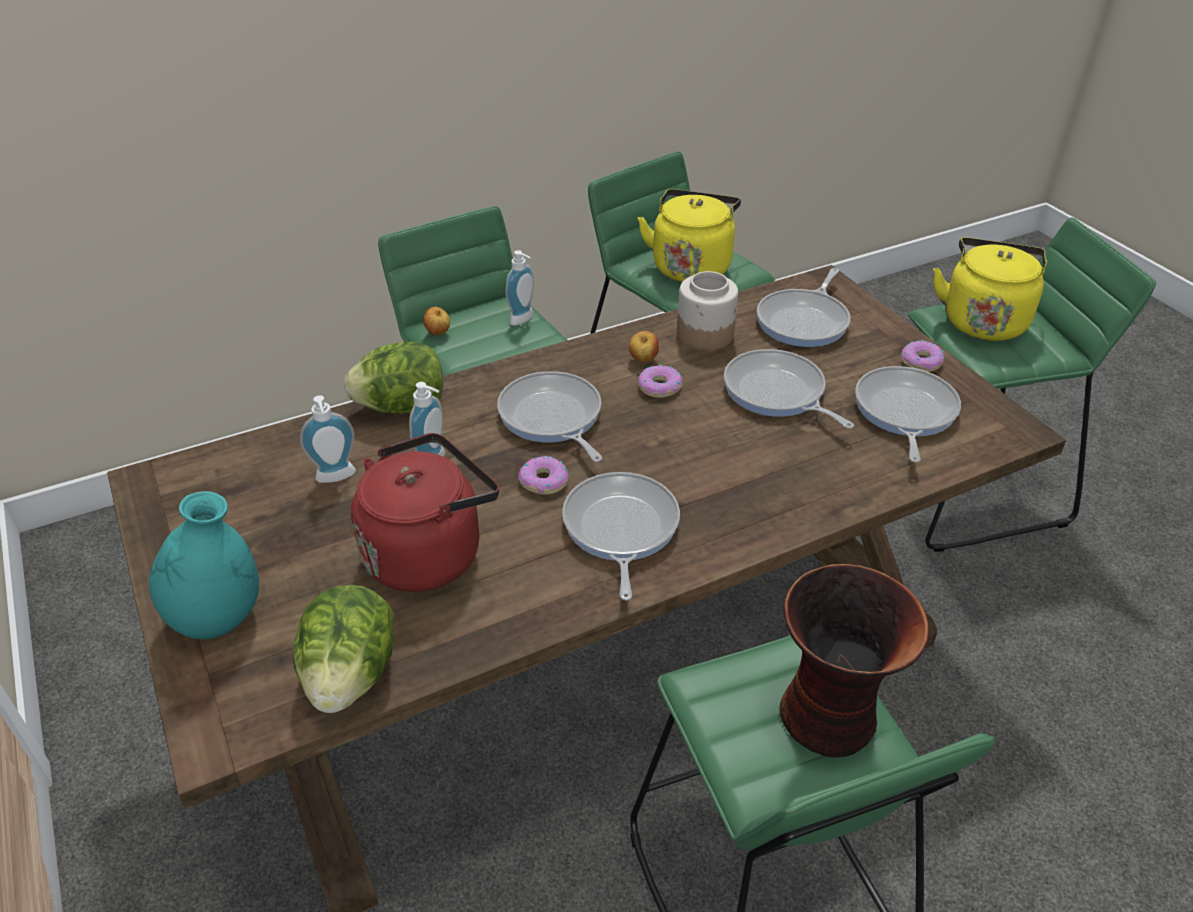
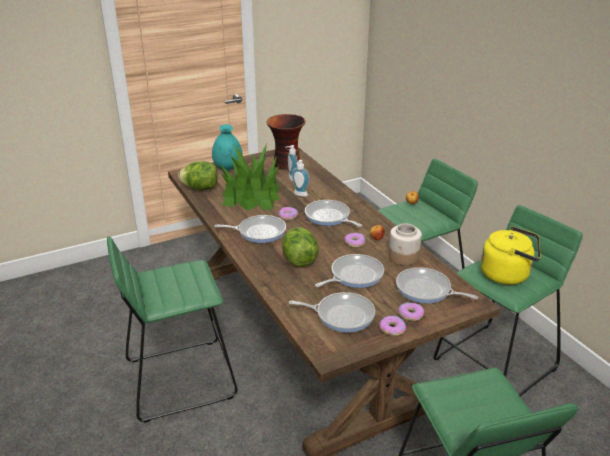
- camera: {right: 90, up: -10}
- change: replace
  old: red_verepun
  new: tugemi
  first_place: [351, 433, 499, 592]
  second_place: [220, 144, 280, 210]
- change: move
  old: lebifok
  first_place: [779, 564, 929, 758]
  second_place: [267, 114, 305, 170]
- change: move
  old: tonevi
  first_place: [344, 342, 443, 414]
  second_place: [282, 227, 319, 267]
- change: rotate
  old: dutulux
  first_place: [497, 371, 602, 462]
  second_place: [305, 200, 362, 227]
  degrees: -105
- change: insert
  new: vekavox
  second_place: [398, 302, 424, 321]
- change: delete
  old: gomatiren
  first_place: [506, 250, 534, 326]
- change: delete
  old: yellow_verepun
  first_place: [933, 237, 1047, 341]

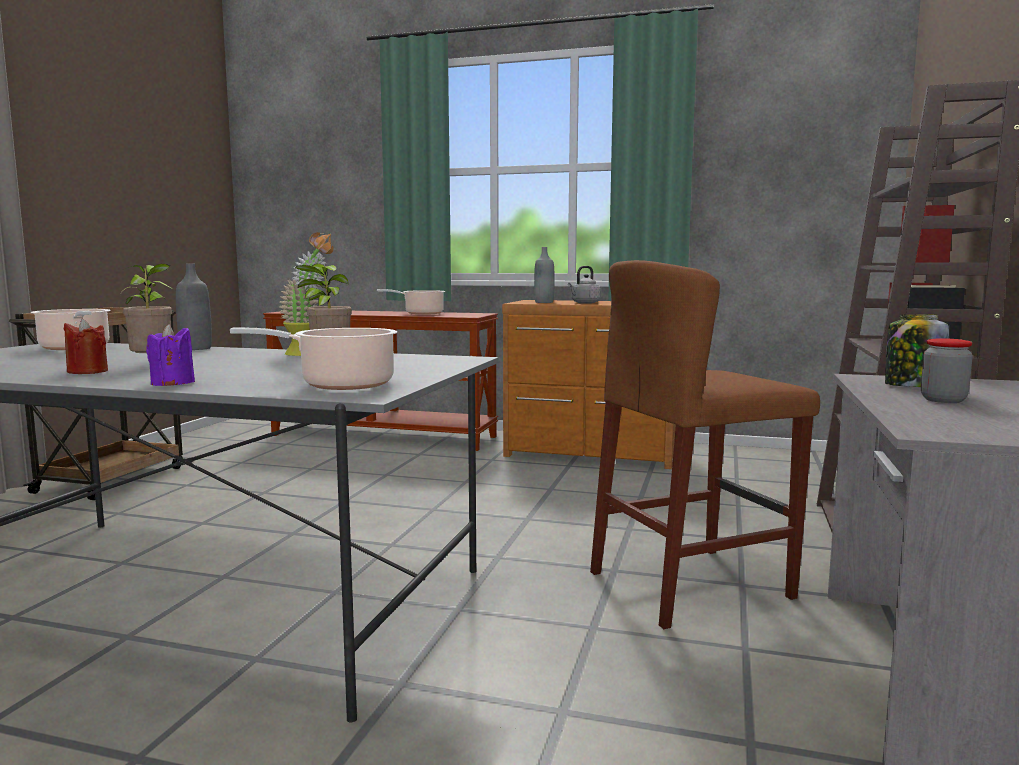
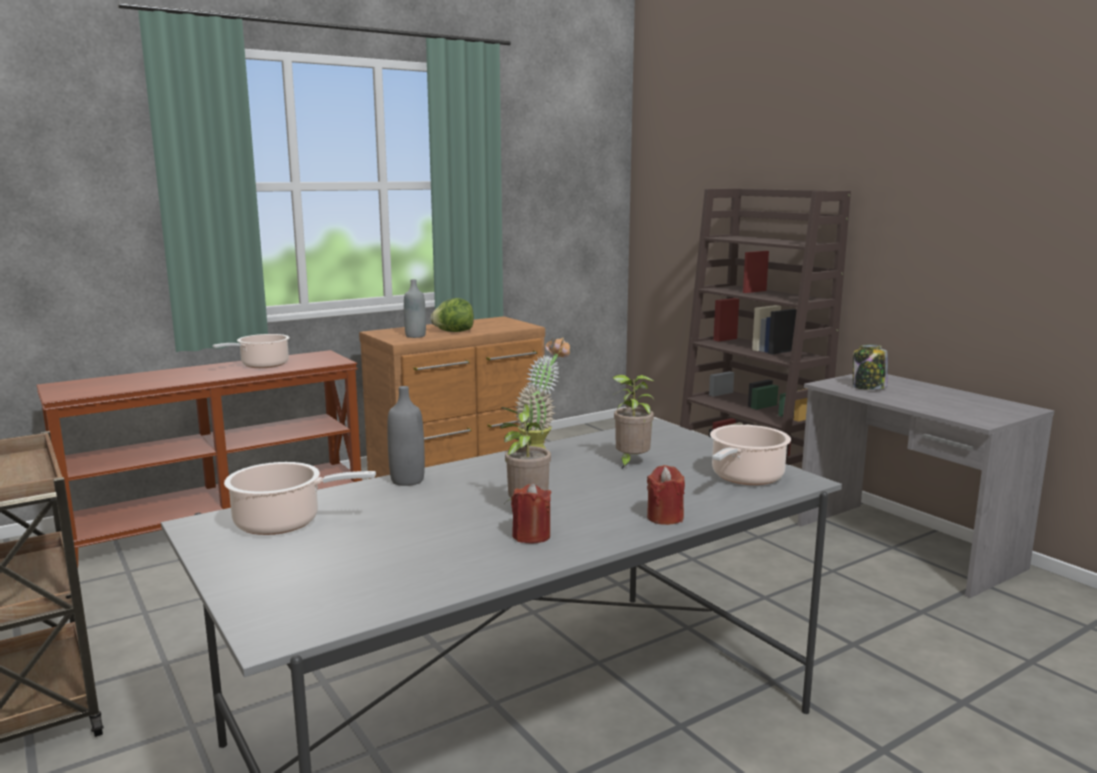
- camera: {right: -50, up: 5}
- change: replace
  old: grey_verepun
  new: tonevi
  first_place: [568, 266, 601, 304]
  second_place: [430, 298, 474, 332]
- change: recolor
  old: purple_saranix
  new: red_saranix
  first_place: [146, 324, 195, 386]
  second_place: [647, 465, 685, 525]
- change: delete
  old: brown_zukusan
  first_place: [590, 260, 820, 629]
- change: delete
  old: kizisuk
  first_place: [921, 338, 973, 403]

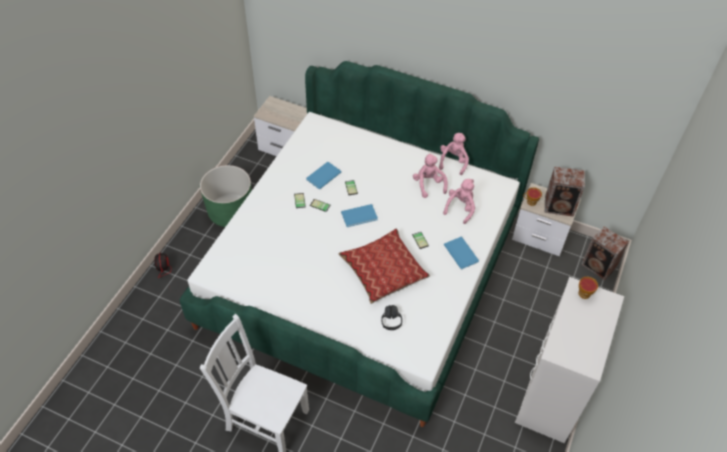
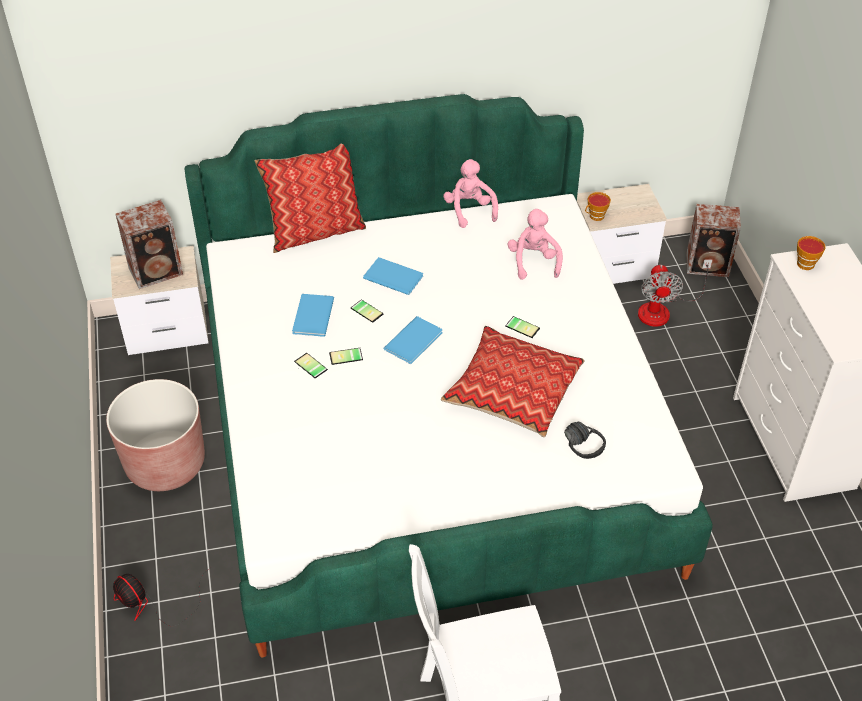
- camera: {right: -35, up: -5}
- change: recolor
  old: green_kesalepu
  new: brown_kesalepu
  first_place: [200, 165, 252, 227]
  second_place: [106, 379, 205, 491]
- change: move
  old: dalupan
  first_place: [545, 167, 585, 217]
  second_place: [115, 200, 183, 289]
- change: insert
  new: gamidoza
  second_place: [254, 143, 366, 253]
- change: move
  old: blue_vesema
  first_place: [444, 237, 479, 269]
  second_place: [363, 257, 423, 295]
- change: insert
  new: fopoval
  second_place: [638, 259, 712, 327]
- change: delete
  old: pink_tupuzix
  first_place: [413, 153, 448, 198]

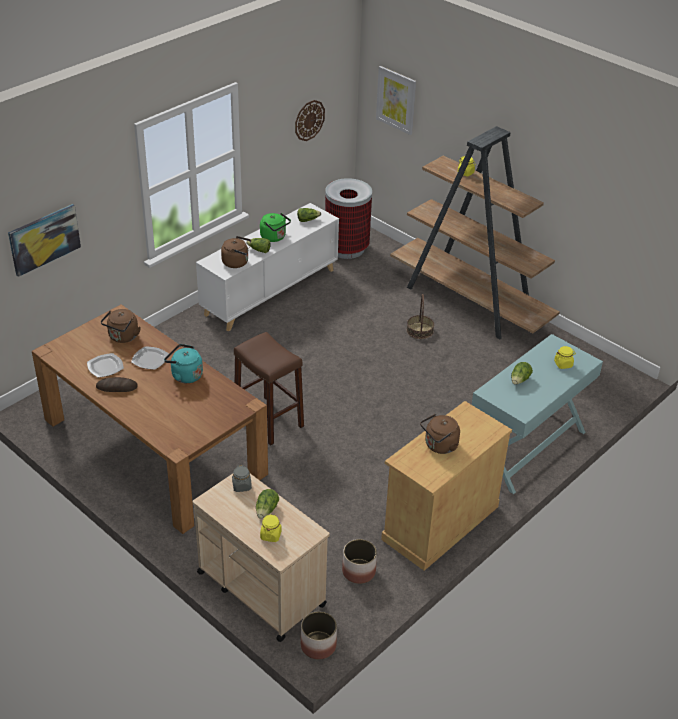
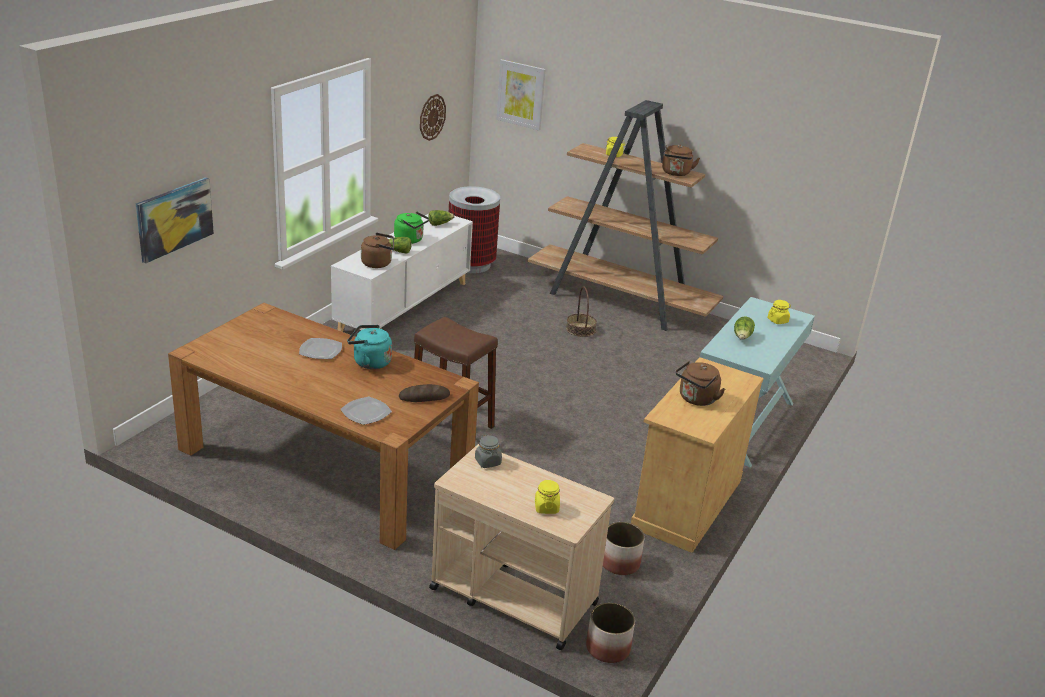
- camera: {right: -15, up: -10}
- change: move
  old: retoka
  first_place: [87, 353, 124, 378]
  second_place: [341, 397, 392, 425]
- change: move
  old: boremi
  first_place: [96, 377, 138, 392]
  second_place: [399, 384, 450, 402]
- change: move
  old: brown_verepun
  first_place: [101, 309, 141, 343]
  second_place: [662, 145, 700, 176]
- change: delete
  old: tonevi
  first_place: [256, 489, 279, 519]

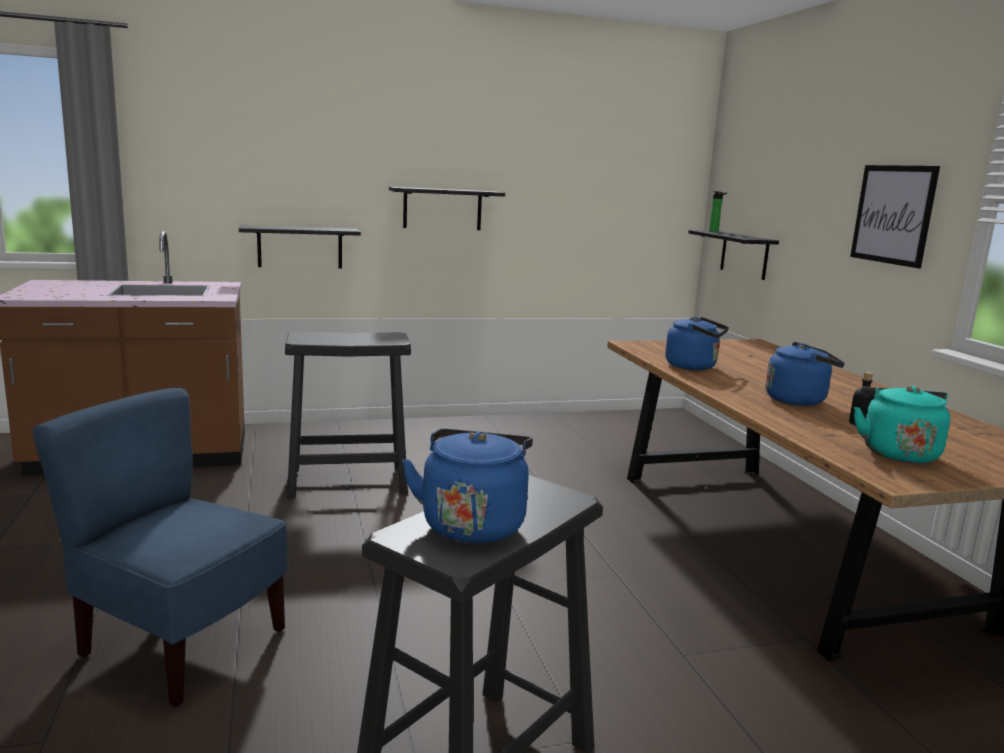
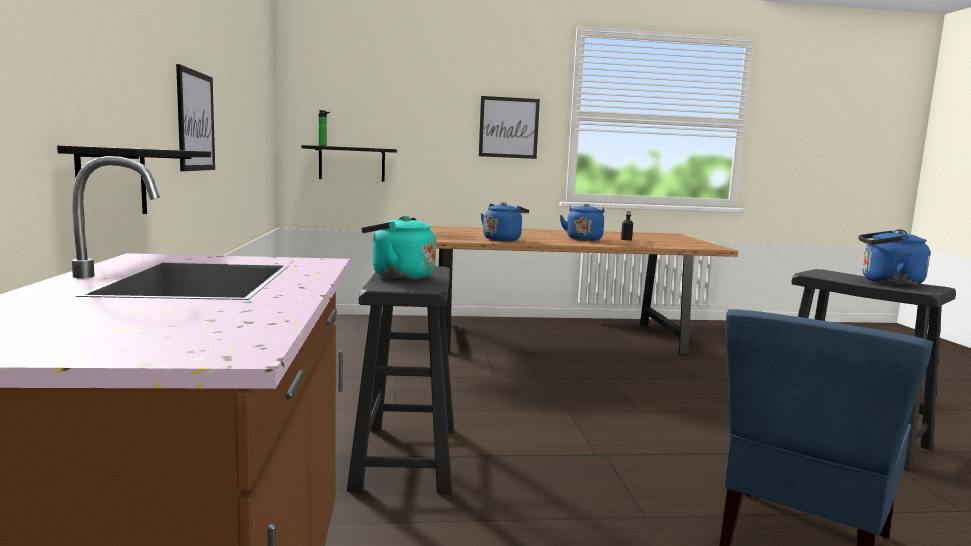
- camera: {right: -80, up: -5}
- change: replace
  old: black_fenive
  new: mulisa
  first_place: [389, 187, 505, 230]
  second_place: [176, 64, 215, 171]
- change: move
  old: turquoise_verepun
  first_place: [854, 386, 951, 463]
  second_place: [361, 216, 436, 280]

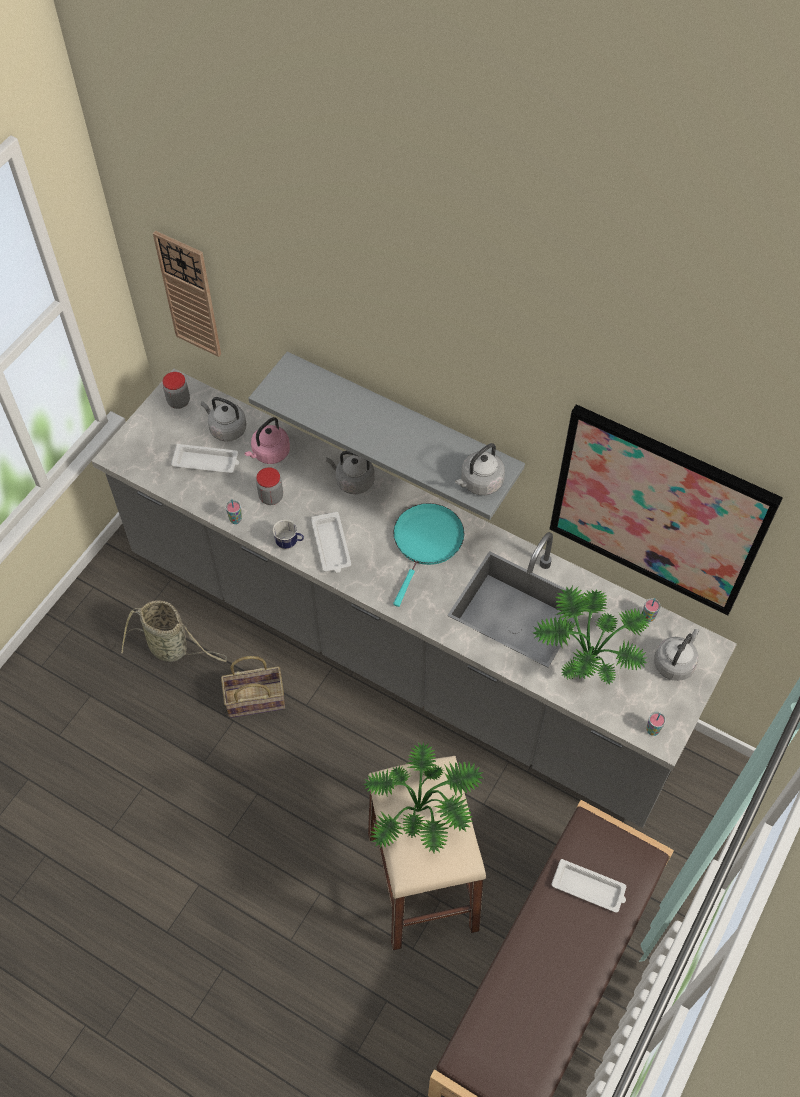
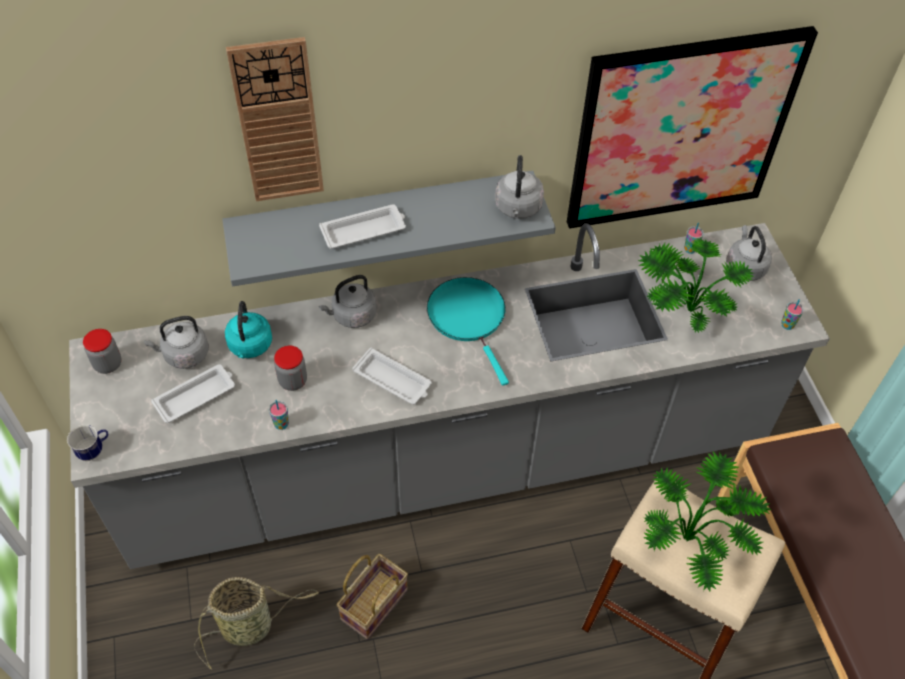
- camera: {right: -45, up: -5}
- change: move
  old: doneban
  first_place: [273, 519, 304, 550]
  second_place: [67, 424, 108, 461]
- change: recolor
  old: pink_verepun
  new: turquoise_verepun
  first_place: [244, 417, 290, 464]
  second_place: [225, 301, 272, 358]
- change: move
  old: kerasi
  first_place: [153, 231, 221, 357]
  second_place: [226, 37, 324, 201]
- change: move
  old: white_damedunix
  first_place: [551, 859, 626, 912]
  second_place: [319, 204, 406, 249]

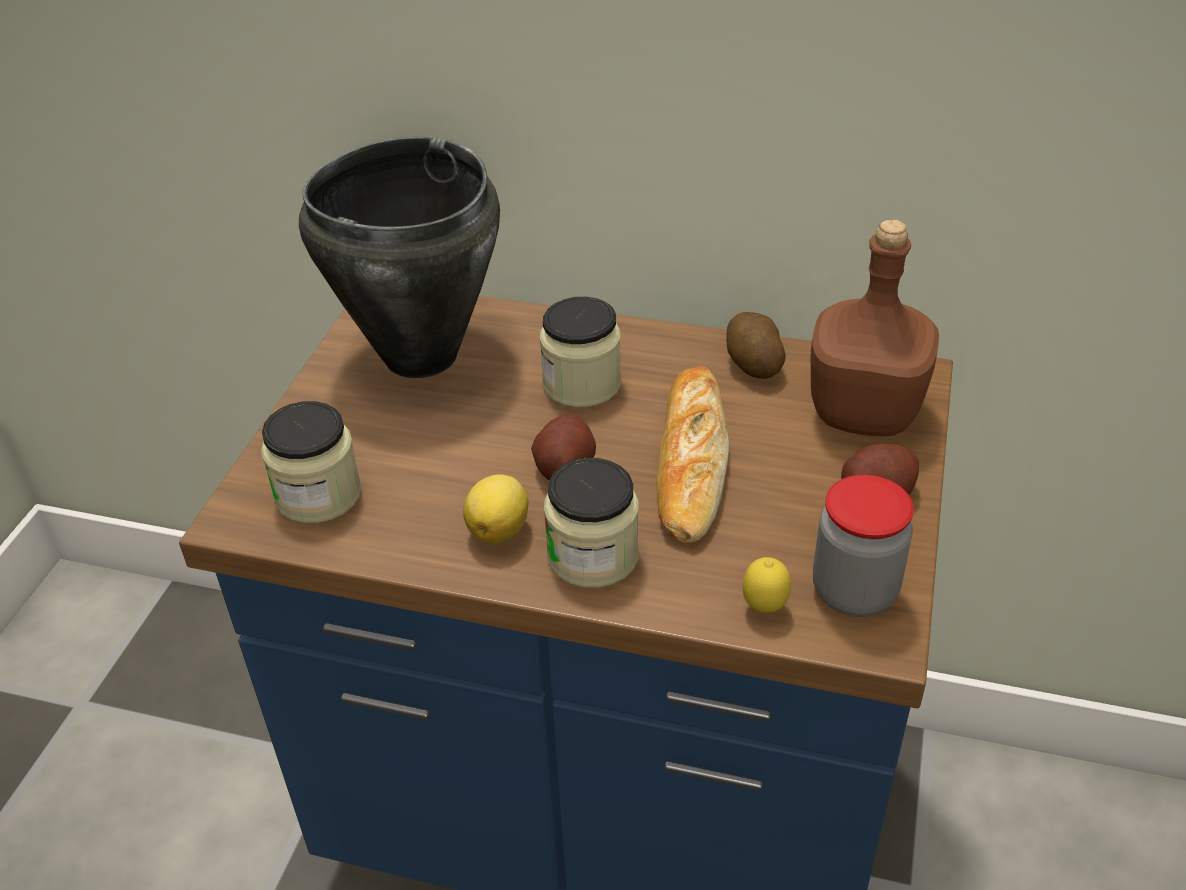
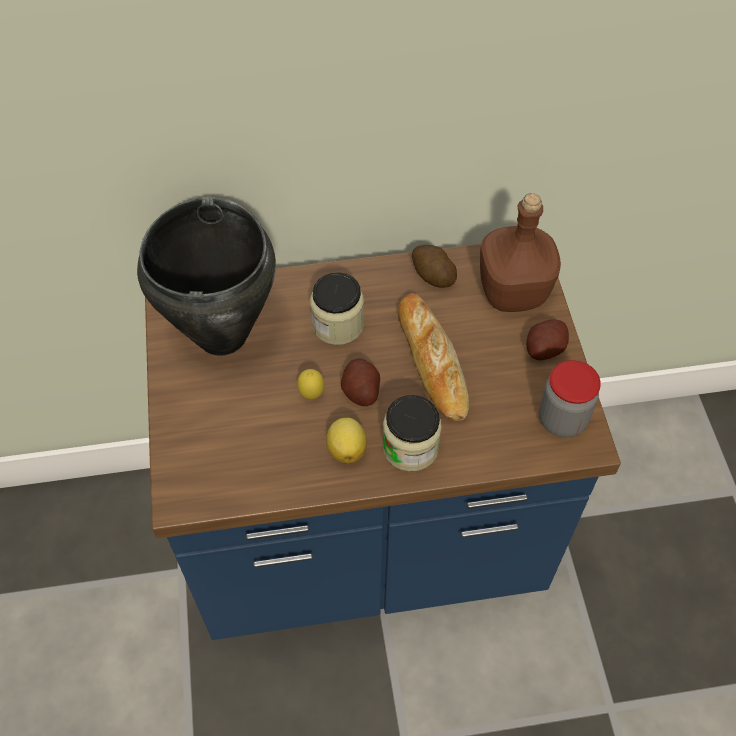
- camera: {right: -25, up: 15}
- change: move
  old: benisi
  first_place: [742, 557, 791, 613]
  second_place: [297, 369, 324, 399]
- change: delete
  old: kizisuk
  first_place: [261, 401, 362, 524]

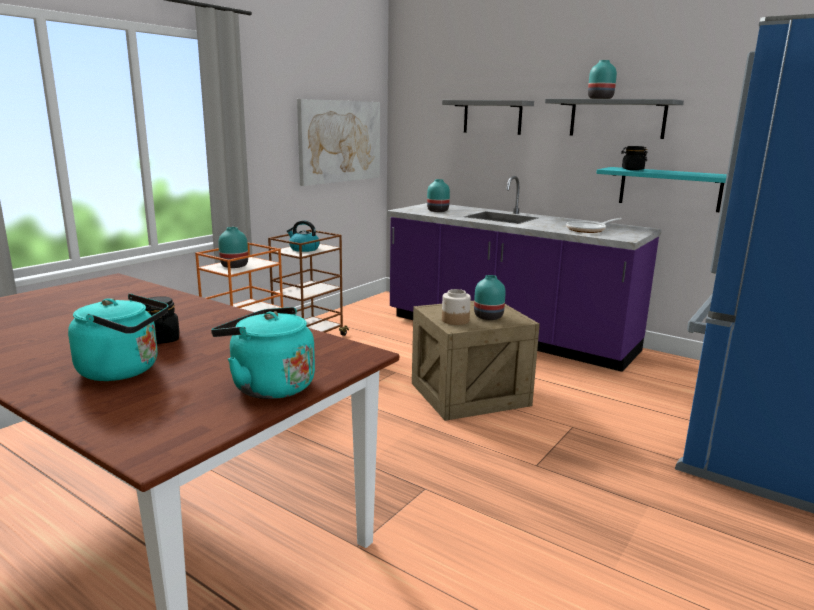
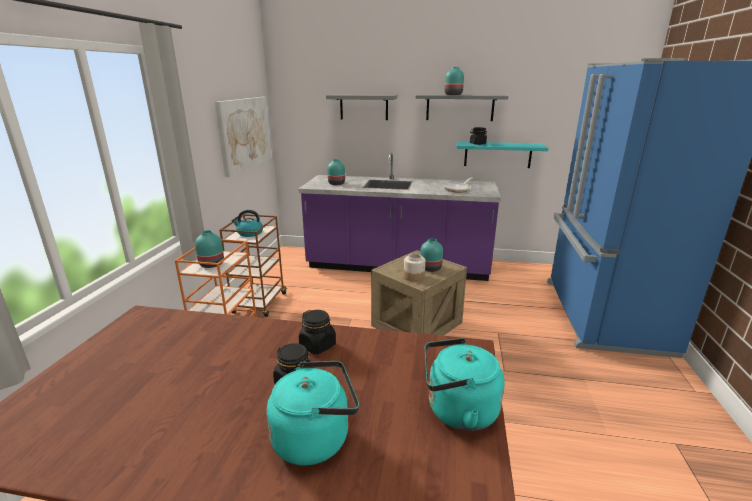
- camera: {right: -25, up: 5}
- change: insert
  new: black_kizisuk
  second_place: [299, 310, 336, 354]

